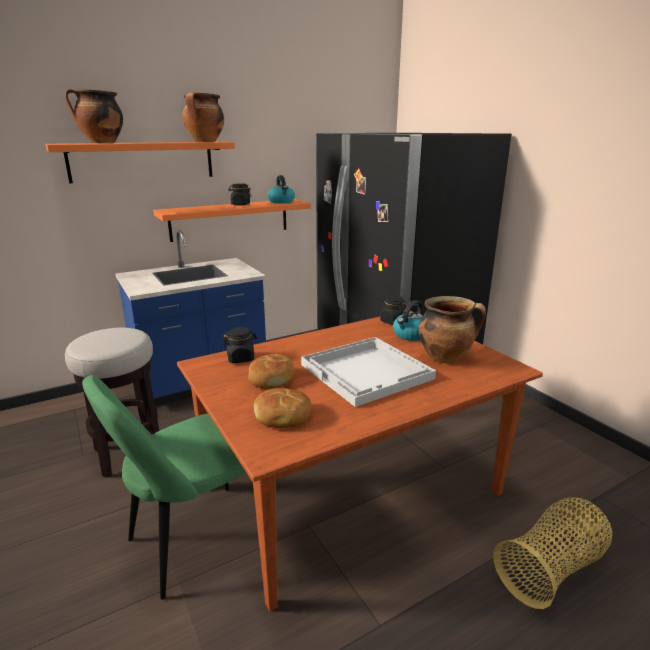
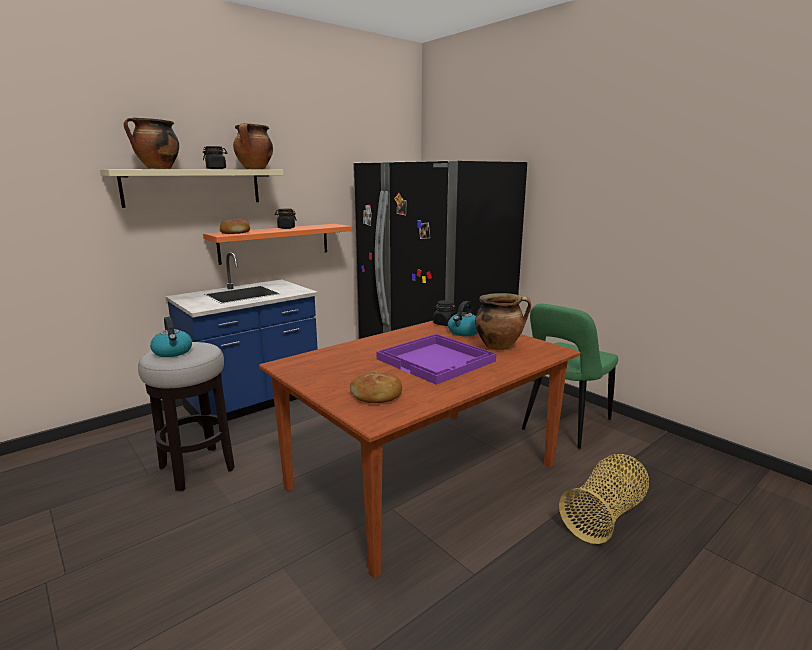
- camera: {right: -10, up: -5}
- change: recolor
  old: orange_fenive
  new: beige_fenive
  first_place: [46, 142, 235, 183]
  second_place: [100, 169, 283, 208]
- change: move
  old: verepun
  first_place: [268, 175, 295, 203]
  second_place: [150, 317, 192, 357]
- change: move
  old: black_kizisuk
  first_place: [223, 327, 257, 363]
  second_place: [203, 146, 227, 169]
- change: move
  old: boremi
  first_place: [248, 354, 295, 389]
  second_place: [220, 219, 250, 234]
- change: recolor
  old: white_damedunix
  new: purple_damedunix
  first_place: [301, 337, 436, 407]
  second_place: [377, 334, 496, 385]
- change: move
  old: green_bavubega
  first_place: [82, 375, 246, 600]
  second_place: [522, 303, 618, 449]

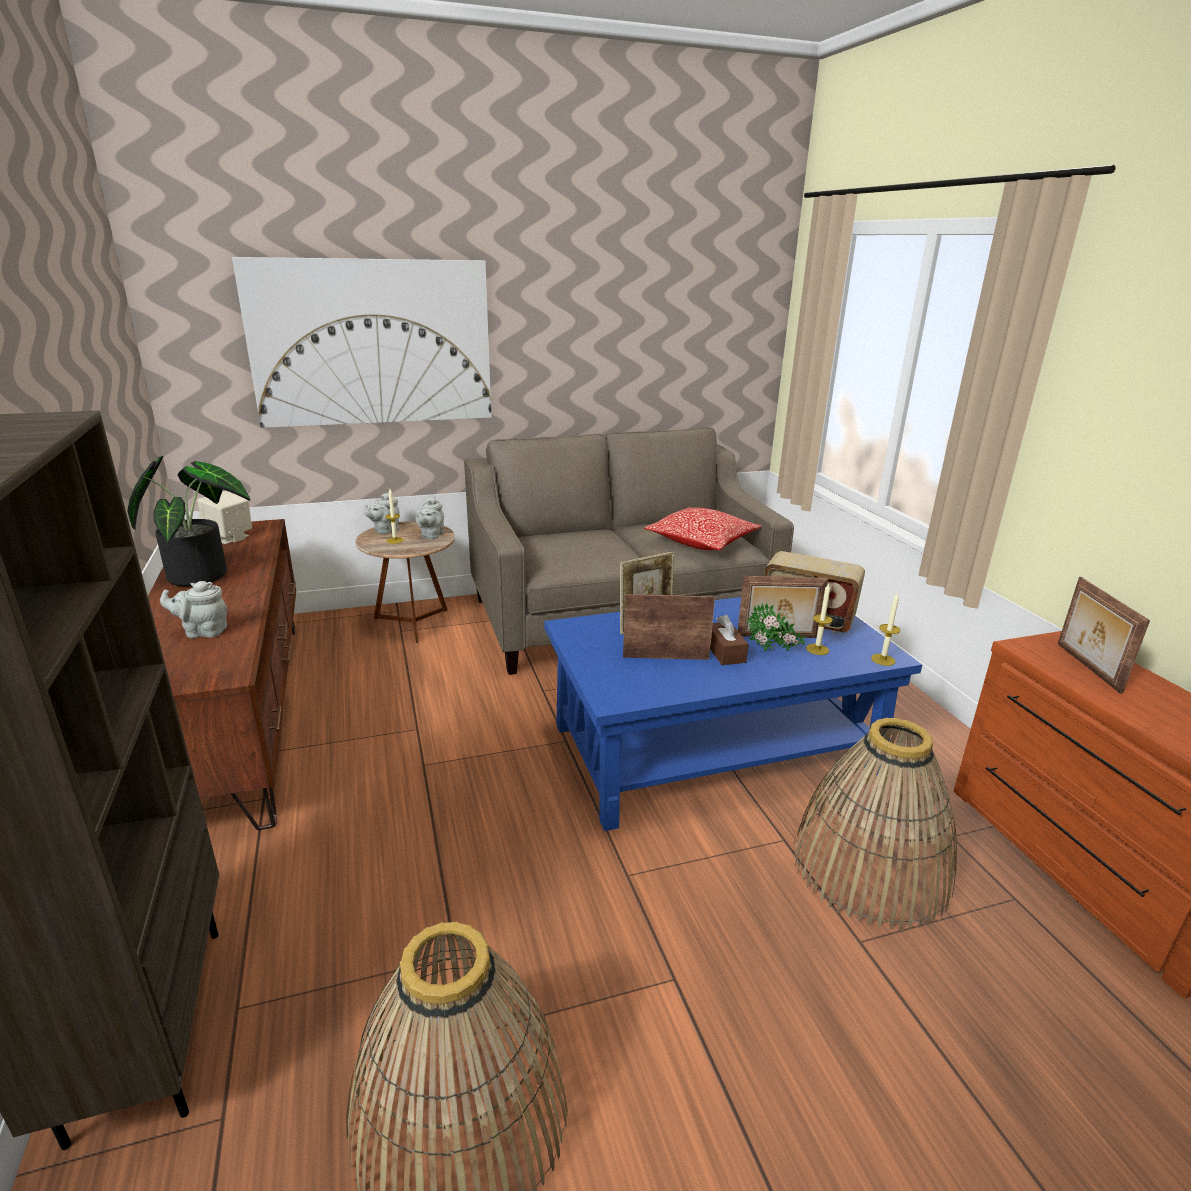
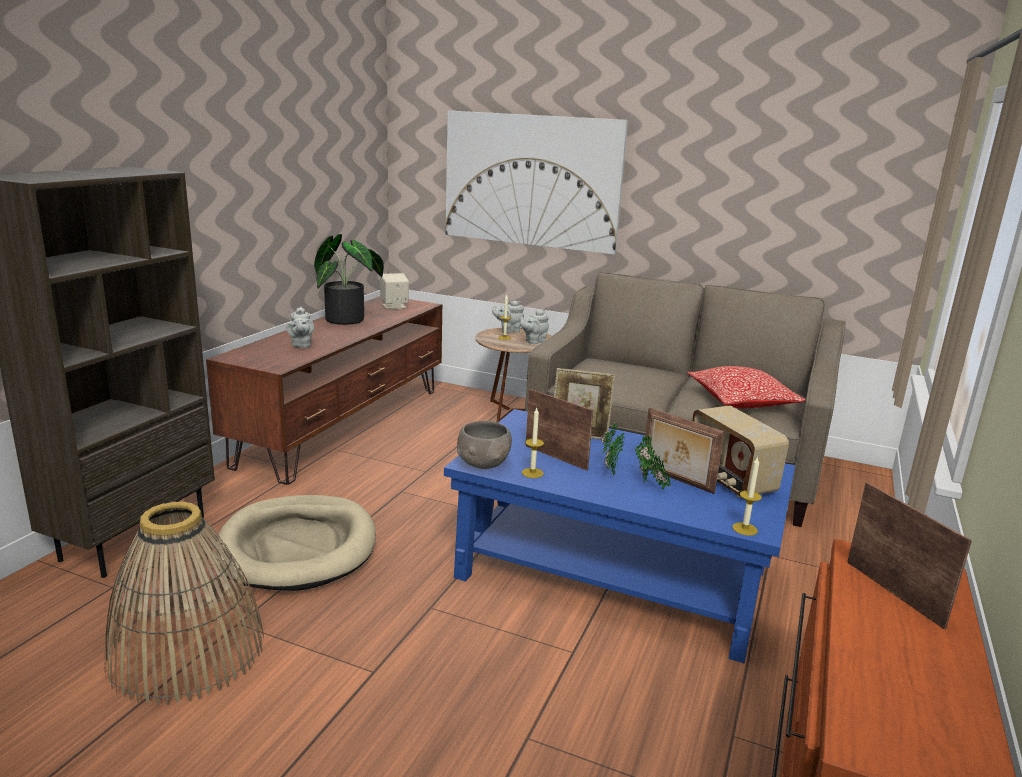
- camera: {right: 40, up: -5}
- change: insert
  new: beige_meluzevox
  second_place: [213, 495, 376, 591]
- change: rotate
  old: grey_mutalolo
  first_place: [160, 581, 227, 638]
  second_place: [287, 307, 314, 348]
  degrees: -135
- change: insert
  new: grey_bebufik
  second_place: [457, 421, 512, 469]
- change: move
  old: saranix
  first_place: [806, 583, 833, 655]
  second_place: [522, 408, 544, 478]
- change: replace
  old: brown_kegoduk
  new: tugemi
  first_place: [710, 615, 749, 665]
  second_place: [601, 421, 624, 476]
- change: rotate
  old: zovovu
  first_place: [1058, 577, 1150, 694]
  second_place: [847, 482, 972, 629]
  degrees: 120
- change: delete
  old: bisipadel
  first_place: [794, 718, 957, 930]

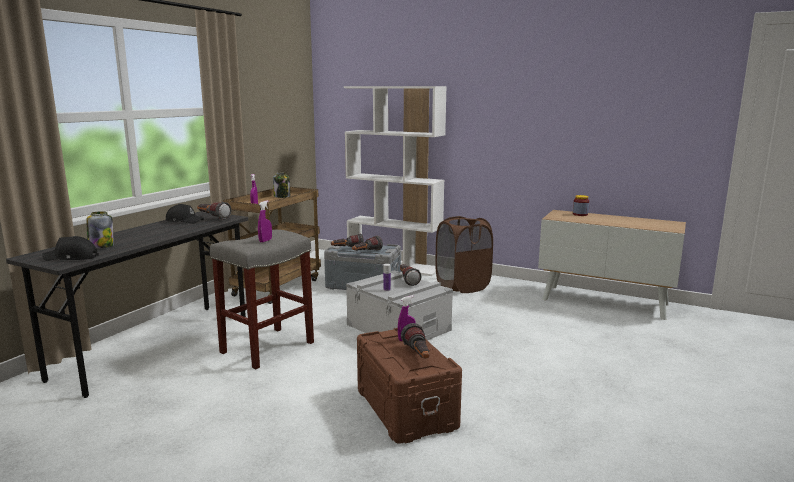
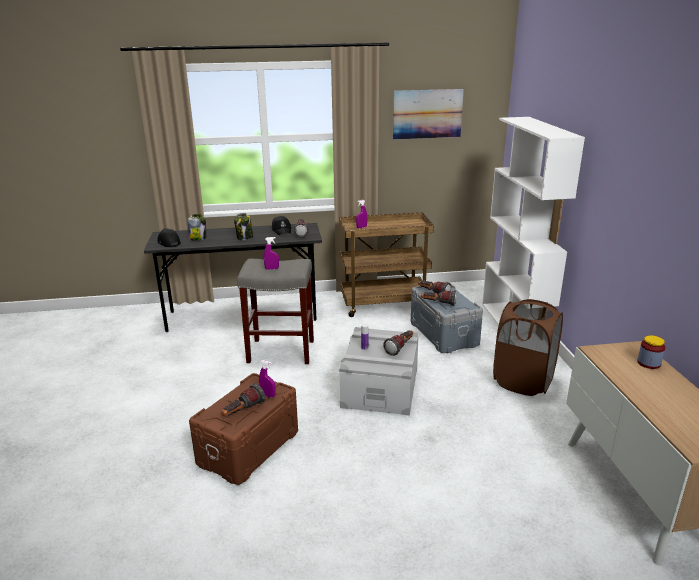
- camera: {right: 55, up: 10}
- change: move
  old: kizisuk
  first_place: [273, 173, 290, 198]
  second_place: [234, 213, 253, 240]
- change: insert
  new: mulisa
  second_place: [393, 89, 464, 140]

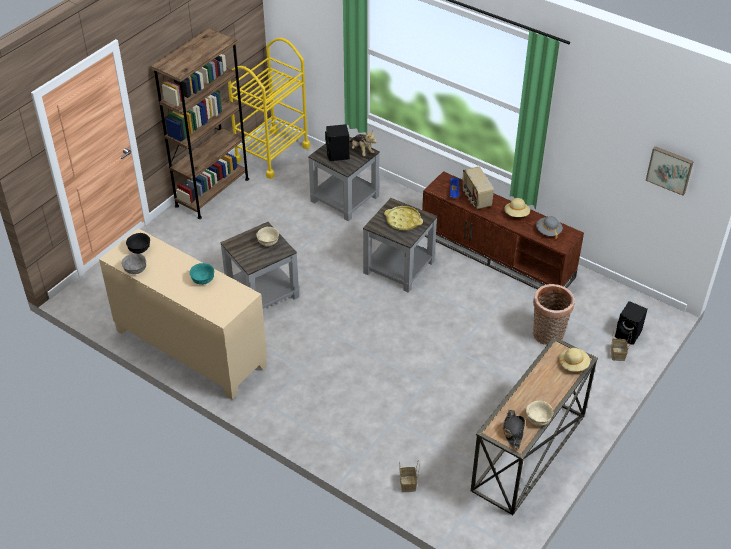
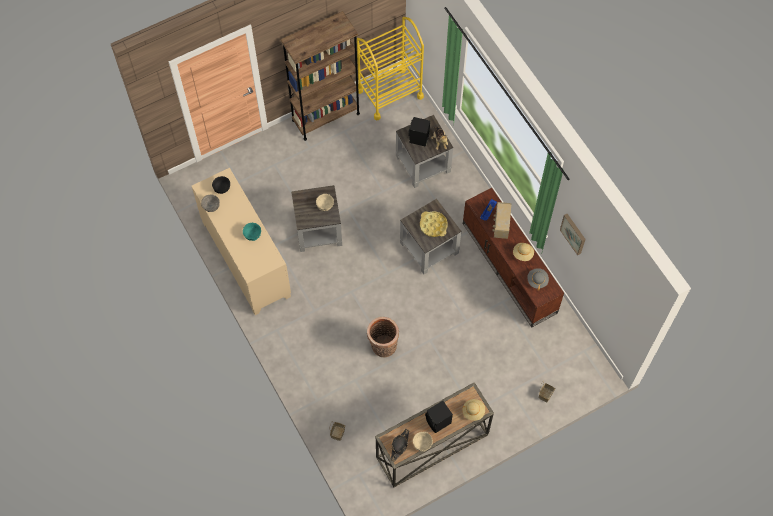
- camera: {right: 25, up: 20}
- change: move
  old: bisipadel
  first_place: [533, 284, 575, 345]
  second_place: [367, 317, 399, 358]
- change: move
  old: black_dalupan
  first_place: [615, 301, 648, 345]
  second_place: [425, 401, 453, 433]
- change: move
  old: mulisa
  first_place: [646, 146, 694, 196]
  second_place: [560, 214, 586, 255]

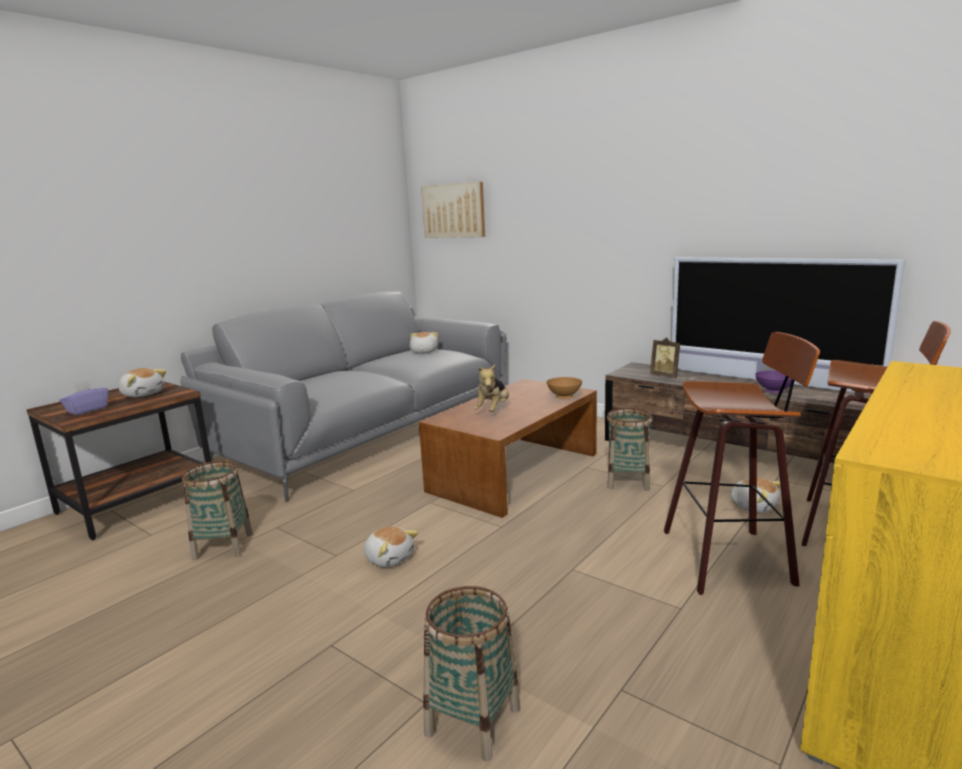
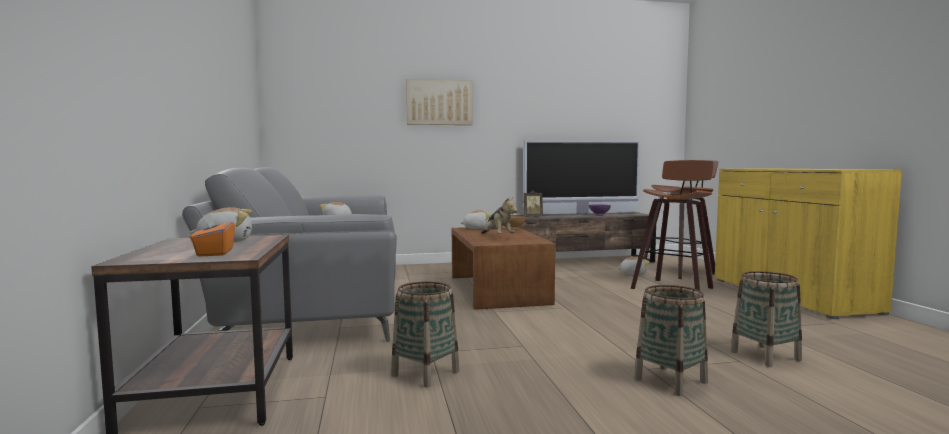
- camera: {right: -50, up: -10}
- change: recolor
  old: purple_kegoduk
  new: orange_kegoduk
  first_place: [60, 380, 108, 415]
  second_place: [190, 213, 235, 257]
- change: move
  old: mulisa
  first_place: [421, 182, 485, 238]
  second_place: [406, 79, 472, 125]
- change: move
  old: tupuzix
  first_place: [364, 526, 418, 567]
  second_place: [460, 210, 491, 229]
- change: move
  old: bisipadel
  first_place: [607, 408, 653, 491]
  second_place: [634, 285, 708, 396]

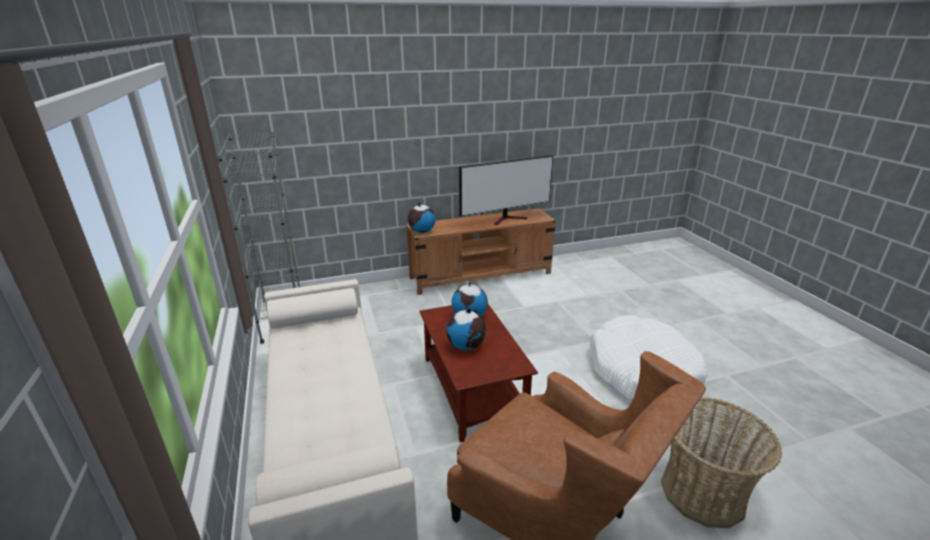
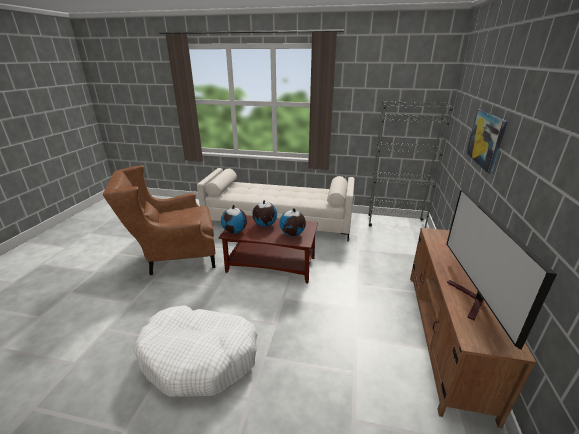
- camera: {right: 120, up: 0}
- change: move
  old: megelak
  first_place: [408, 202, 436, 233]
  second_place: [221, 205, 247, 234]
- change: insert
  new: mulisa
  second_place: [466, 109, 507, 174]
- change: delete
  old: bisipadel
  first_place: [661, 397, 782, 528]

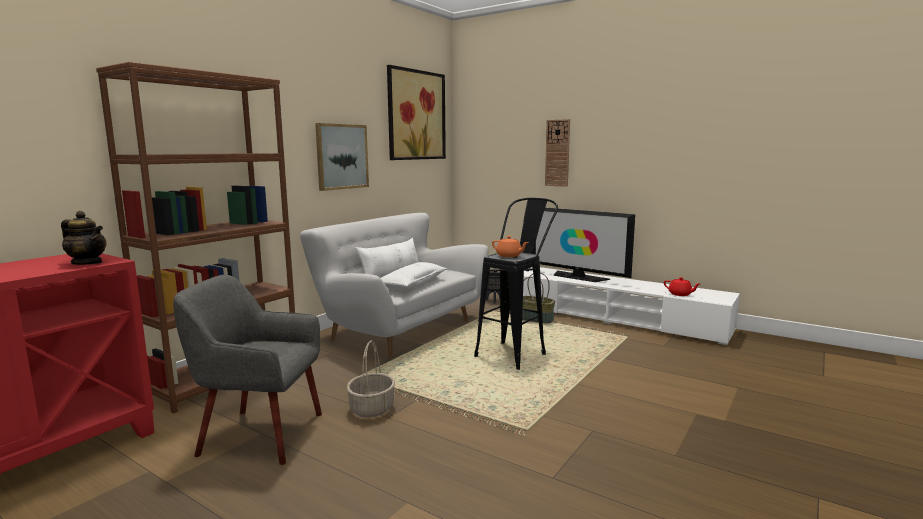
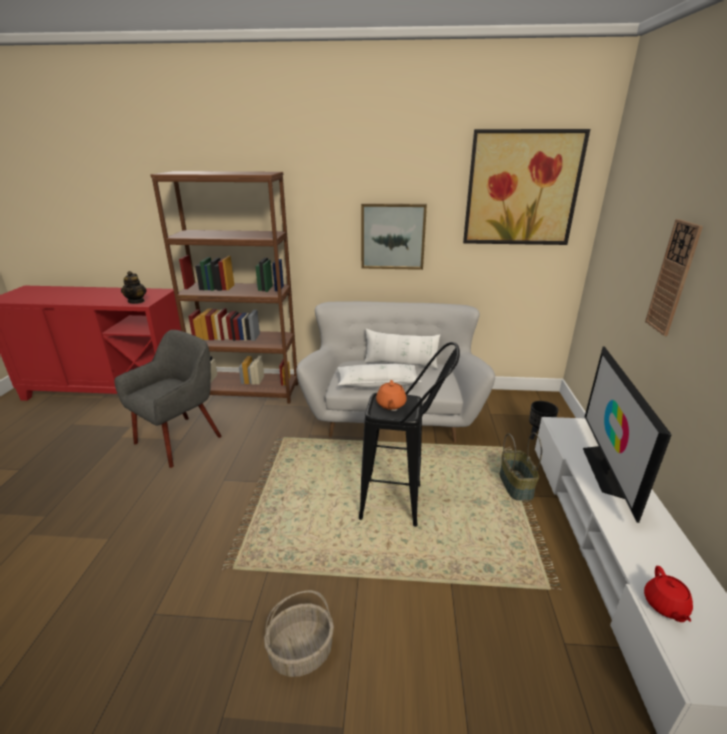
- camera: {right: 60, up: 15}
- change: rotate
  old: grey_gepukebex
  first_place: [173, 275, 322, 465]
  second_place: [114, 330, 222, 468]
  degrees: 60
- change: move
  old: bisipadel
  first_place: [347, 340, 395, 418]
  second_place: [264, 590, 334, 677]

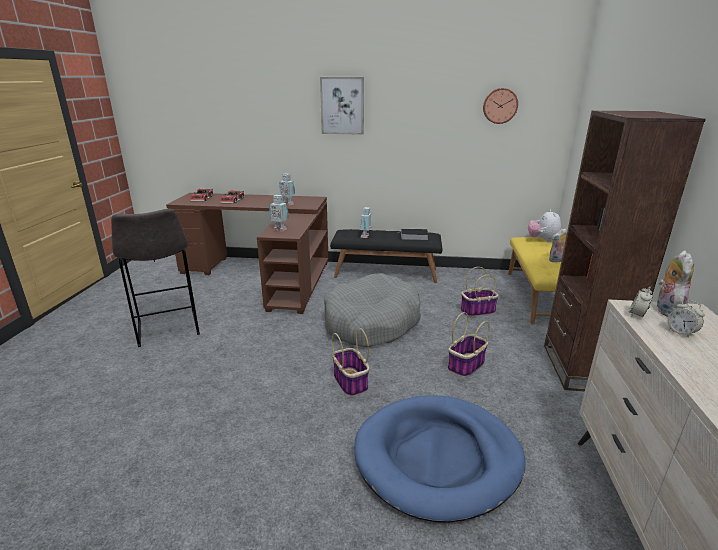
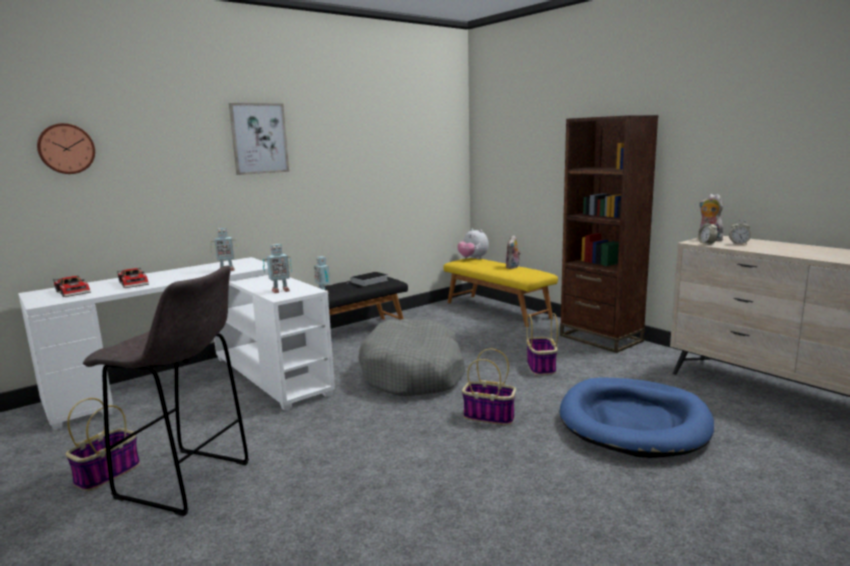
- camera: {right: -45, up: -10}
- change: recolor
  old: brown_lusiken
  new: white_lusiken
  first_place: [166, 193, 329, 314]
  second_place: [18, 257, 335, 430]
- change: move
  old: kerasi
  first_place: [483, 88, 518, 124]
  second_place: [37, 123, 95, 174]
- change: move
  old: bisipadel
  first_place: [460, 267, 499, 317]
  second_place: [66, 398, 140, 491]

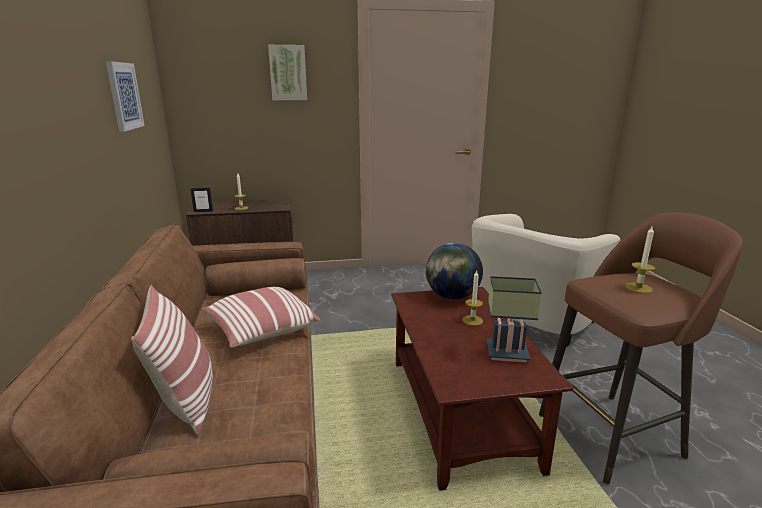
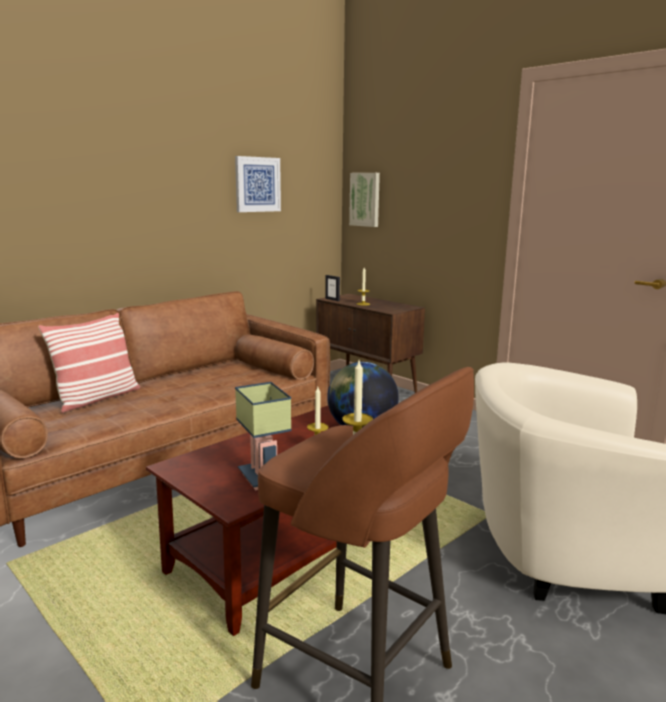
- camera: {right: 55, up: -5}
- change: move
  old: mulisa
  first_place: [268, 45, 307, 100]
  second_place: [349, 173, 380, 227]
- change: delete
  old: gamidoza
  first_place: [201, 287, 321, 348]

